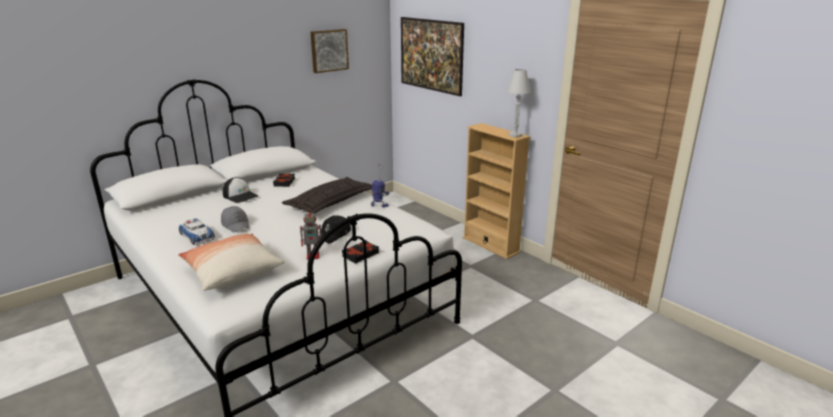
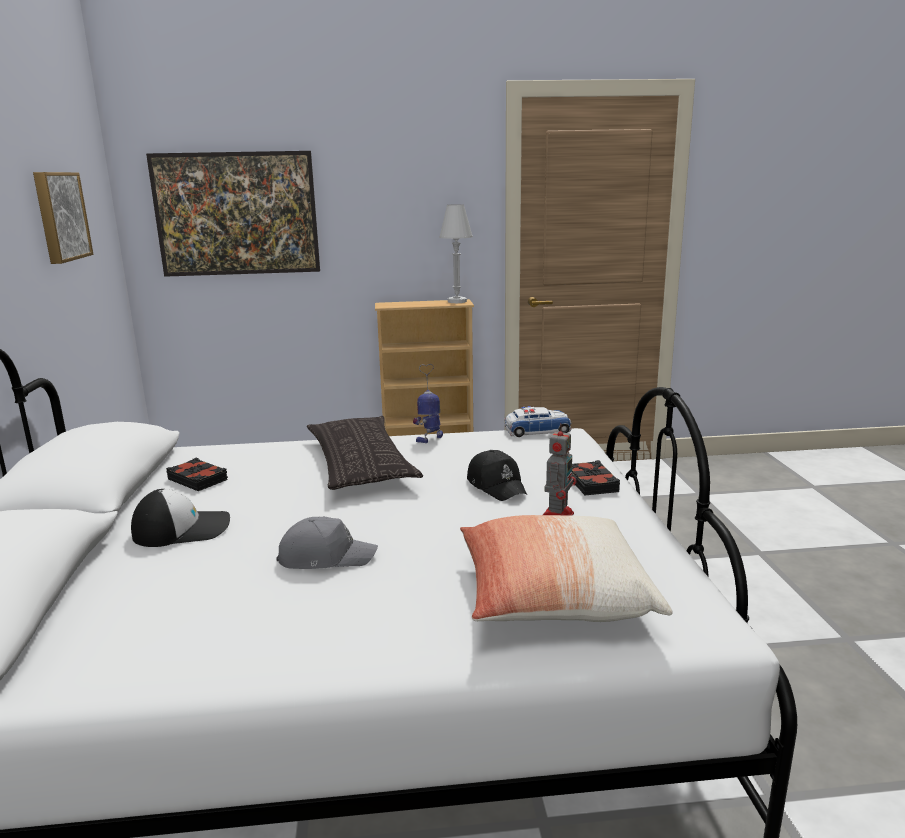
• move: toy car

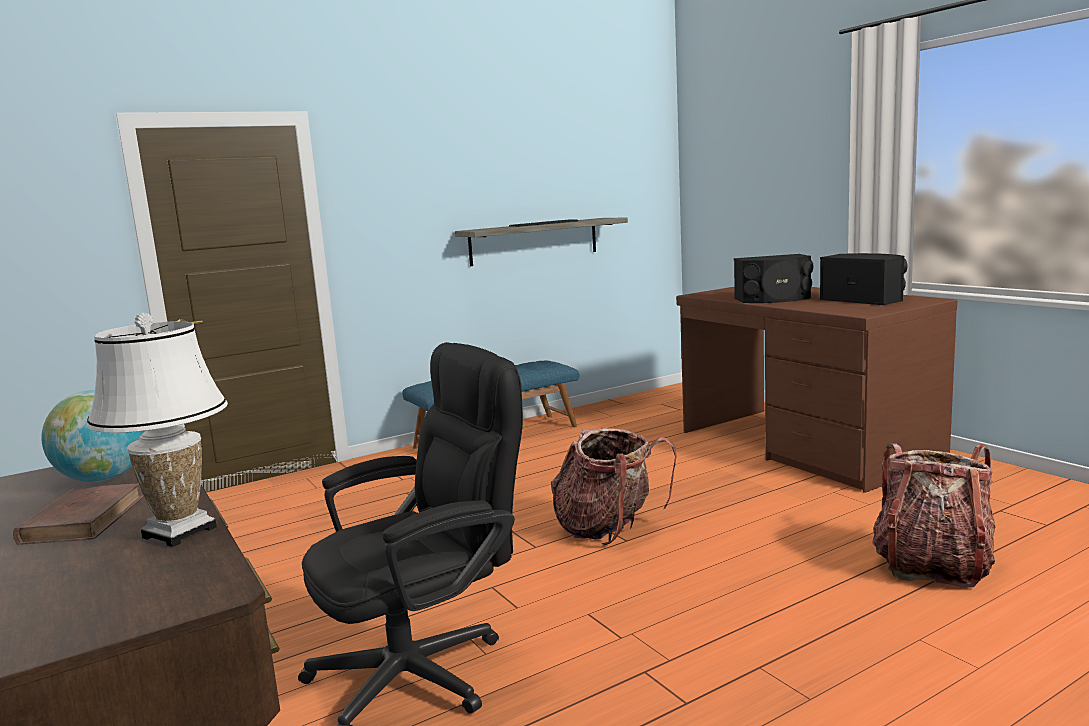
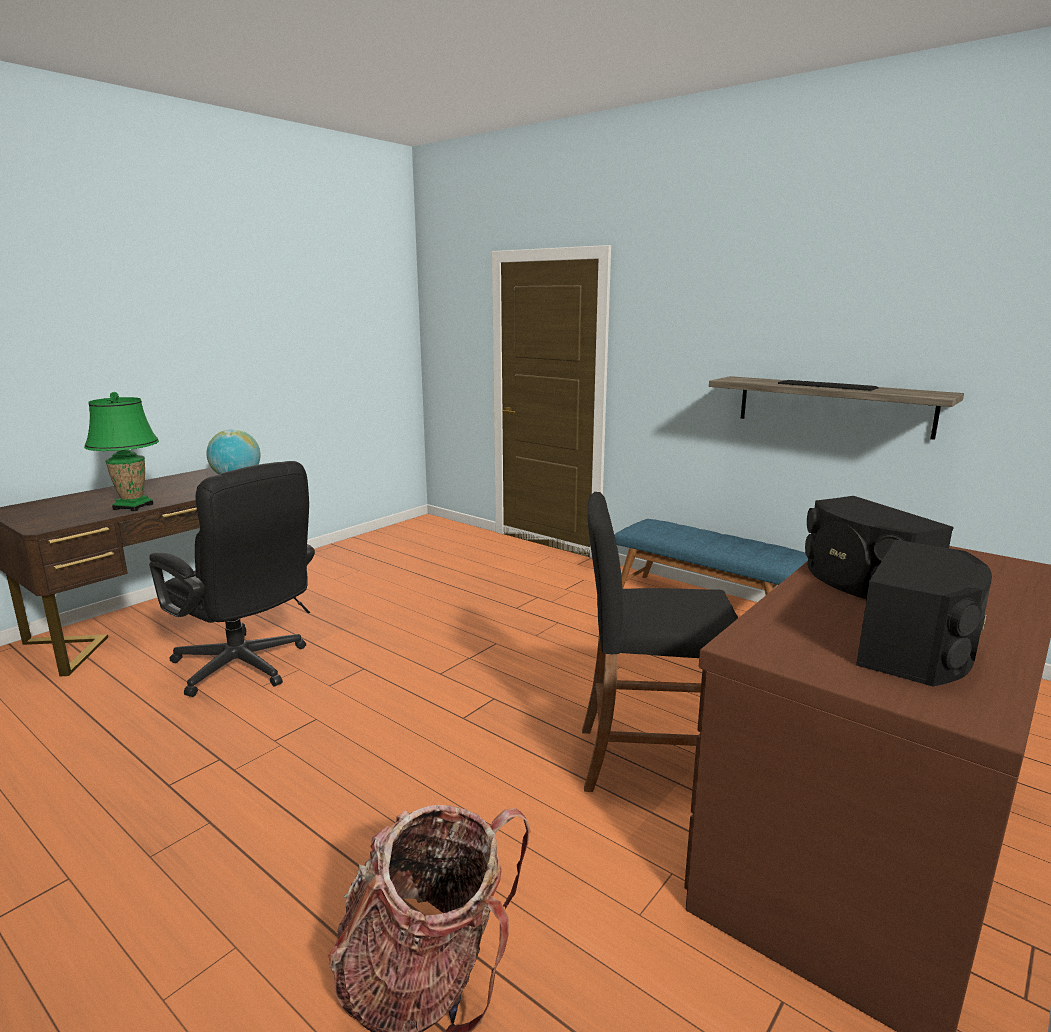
• recolor: whitish table lamp to green-coloured table lamp
• delete: backpack (1st from left)
• delete: brown-coloured book
• insert: blackish sitting stool

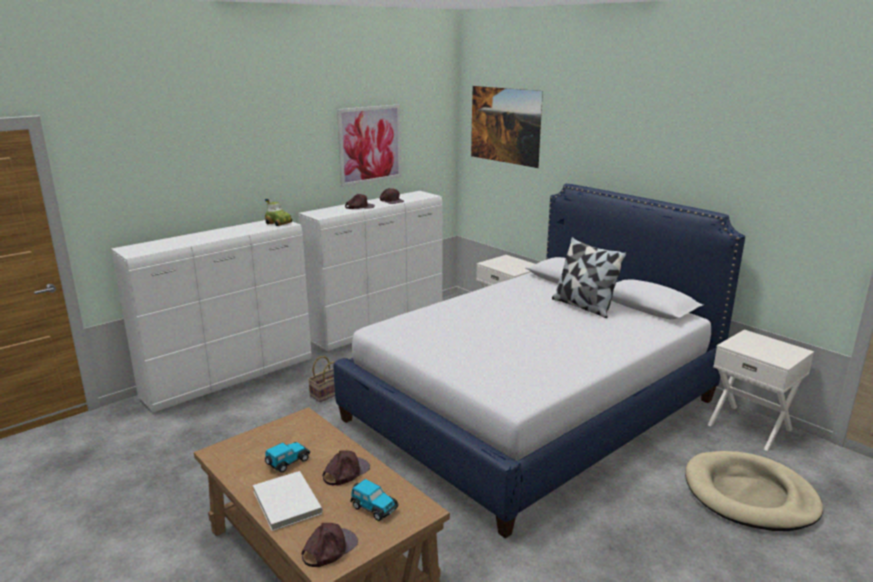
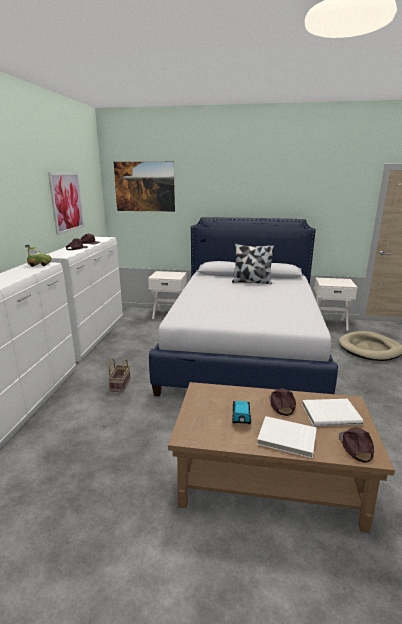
• replace: toy car (3rd from left) to whitish book (2nd from left)

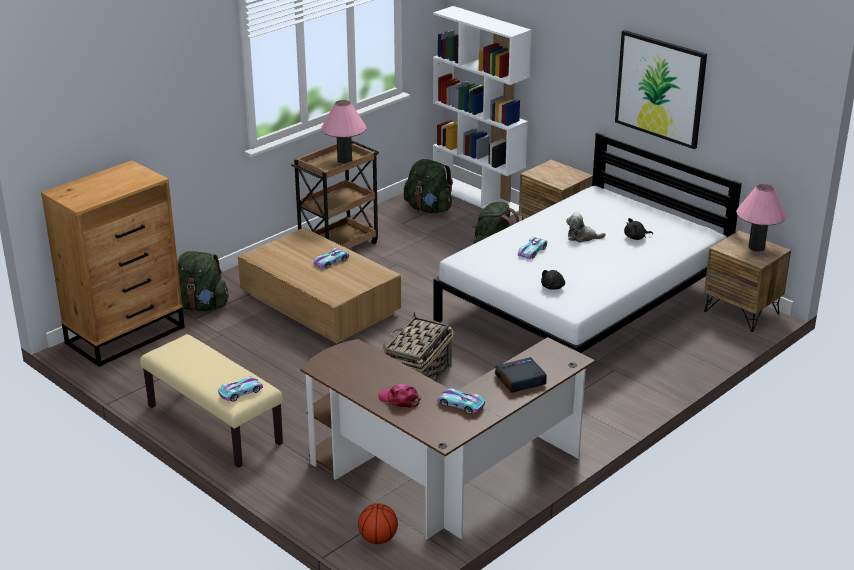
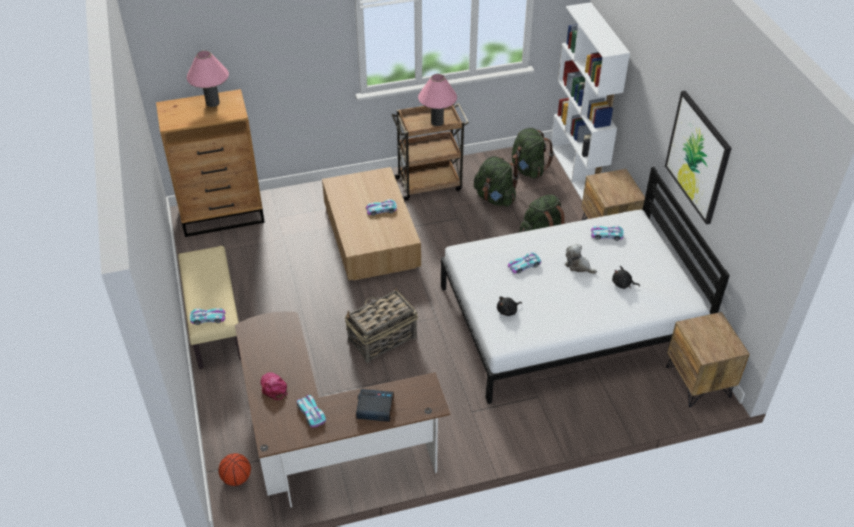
• move: pinkish table lamp (2nd from left in the first image) to pinkish table lamp (1st from left)
• move: green-coloured backpack (1st from left)
• insert: toy car (5th from left)

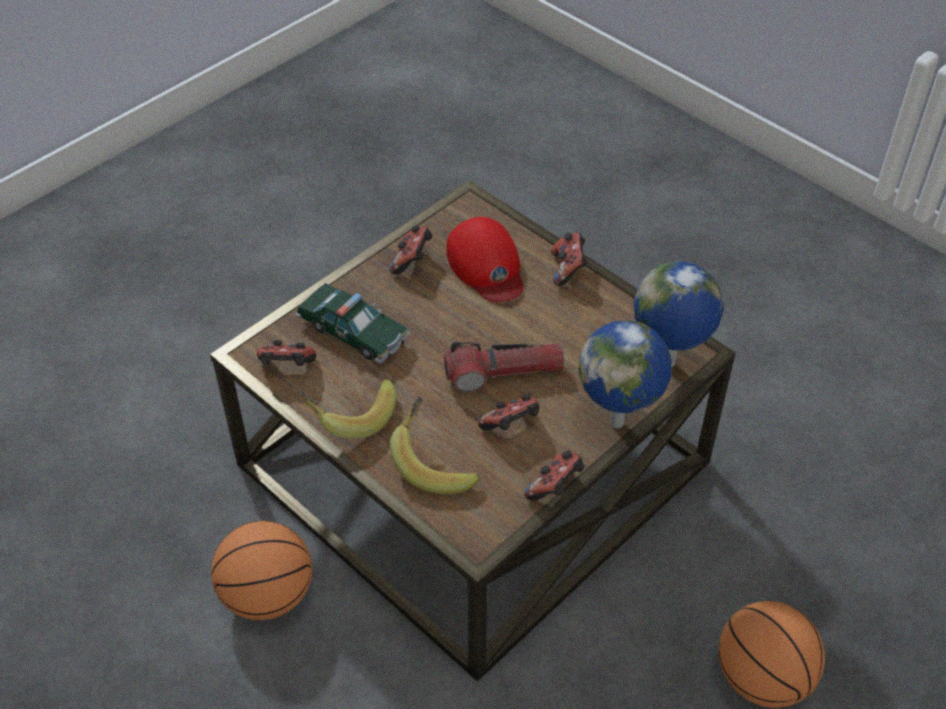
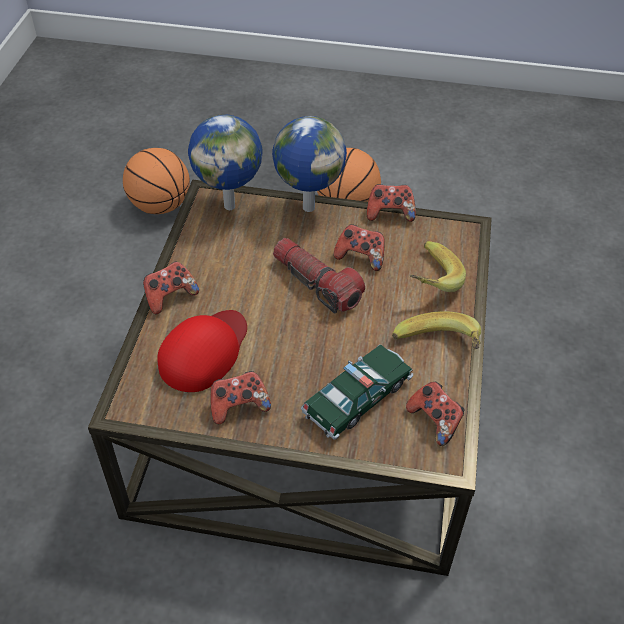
• rotate: toy car 45 degrees clockwise
• move: basketball (1st from left)

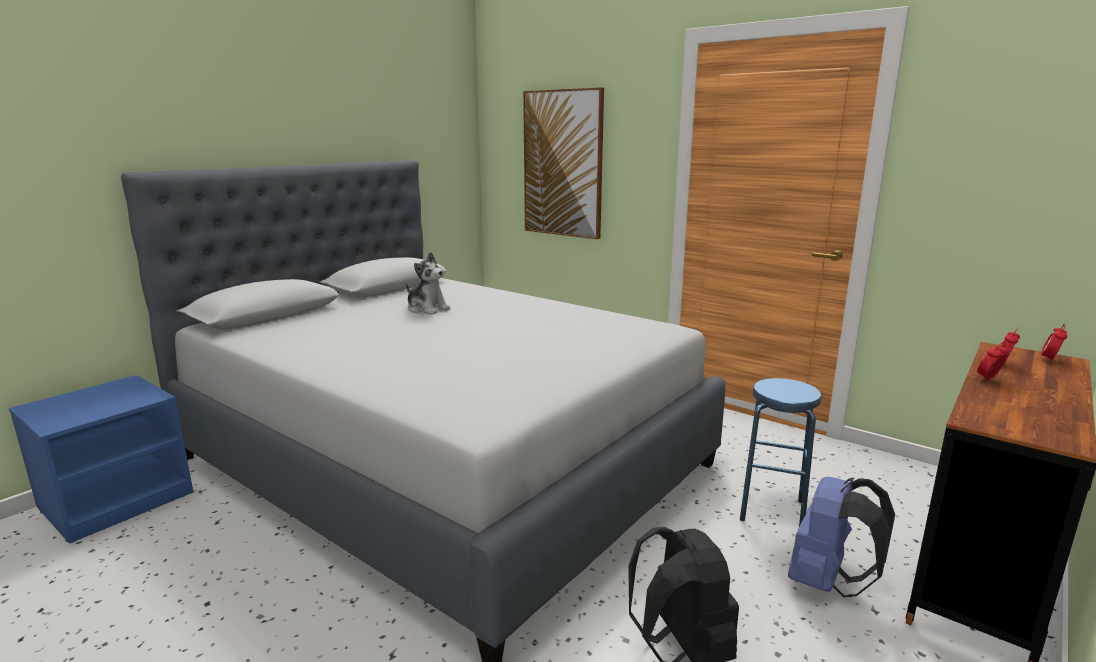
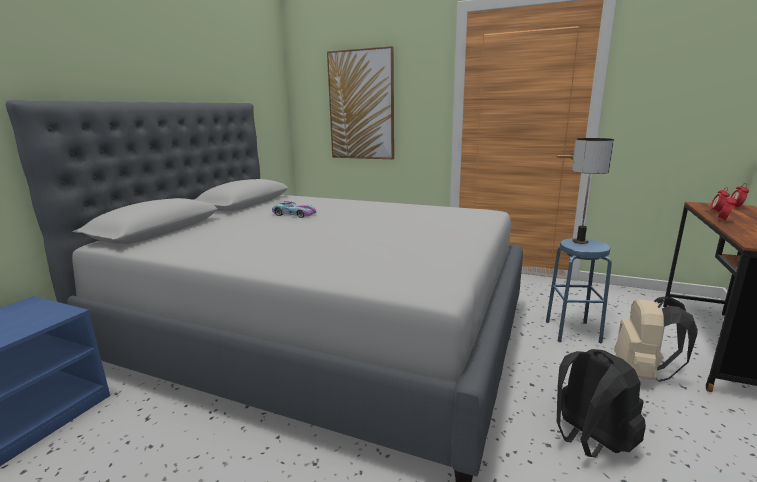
• replace: cuddly toy to toy car
• recolor: blue-coloured backpack to beige-coloured backpack
• insert: table lamp

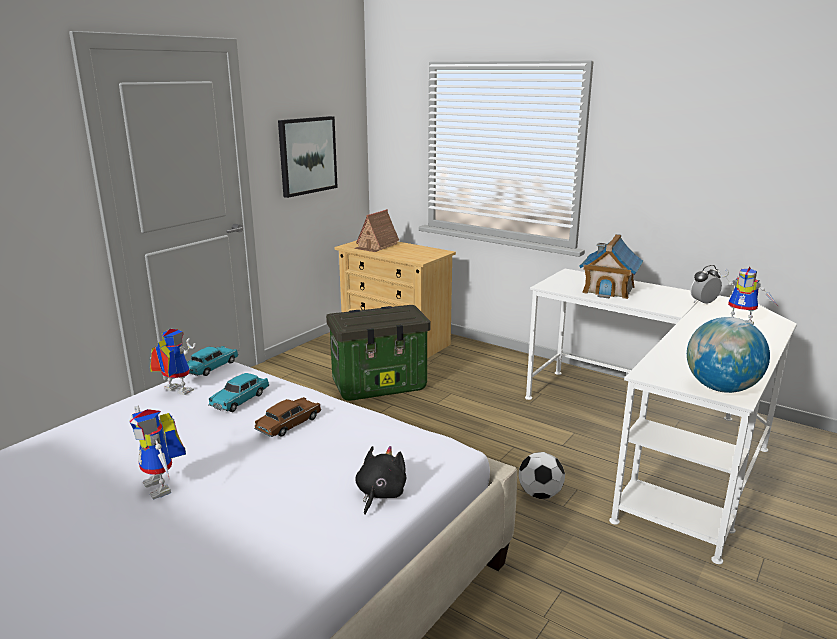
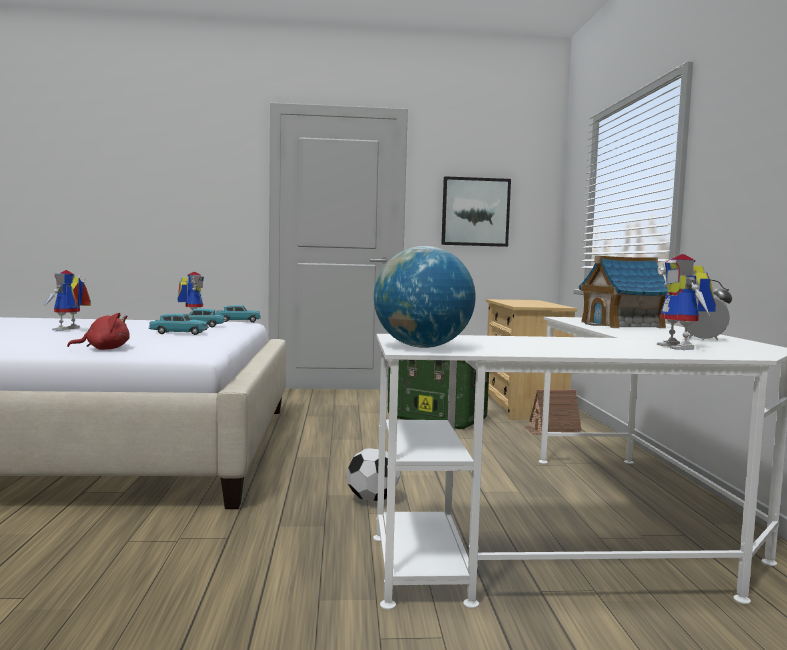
• move: miniature house (1st from left)
• recolor: brown-coloured toy car to turquoise-coloured toy car (1st from left)
• recolor: blackish cuddly toy to red-coloured cuddly toy

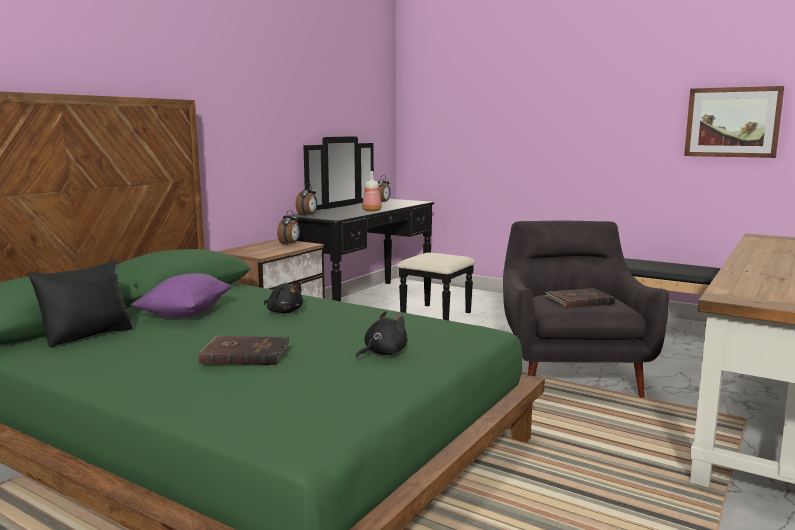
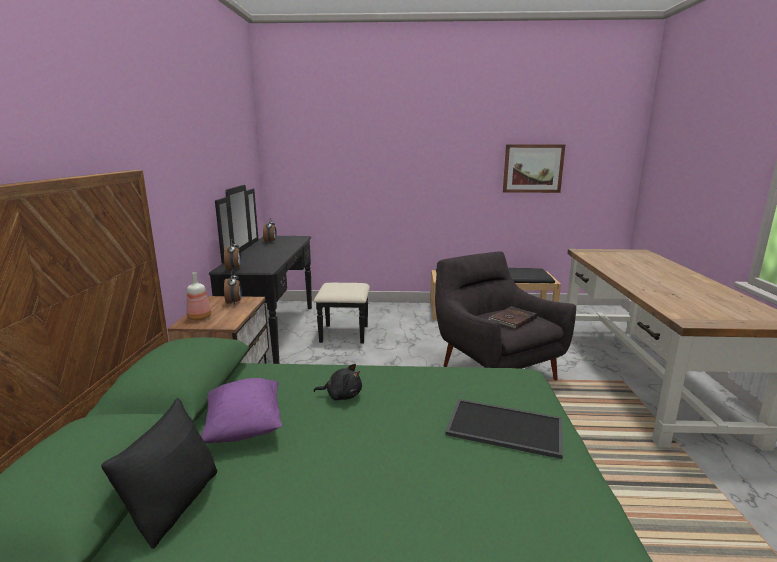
• move: drink bottle
• replace: blackish cuddly toy (2nd from left) to tray
• delete: brown-coloured book (1st from left)

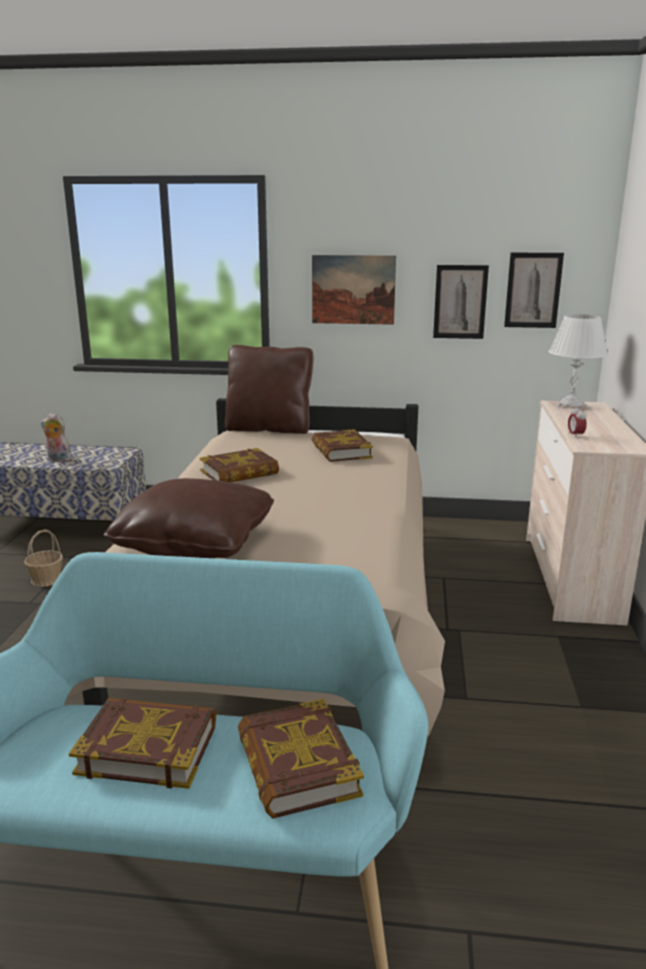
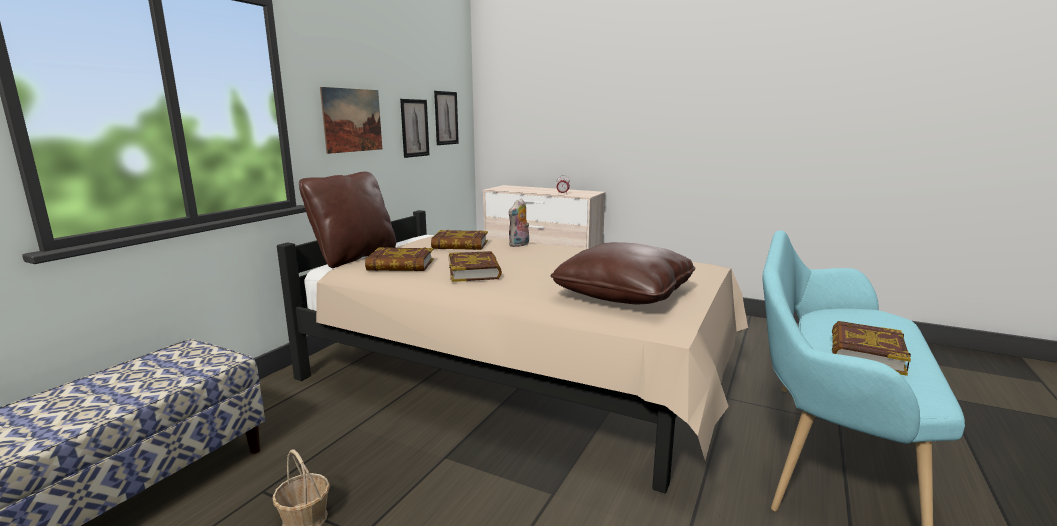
• delete: whitish table lamp
• move: cuddly toy
• move: book (3rd from left in the first image) to book (1st from left)

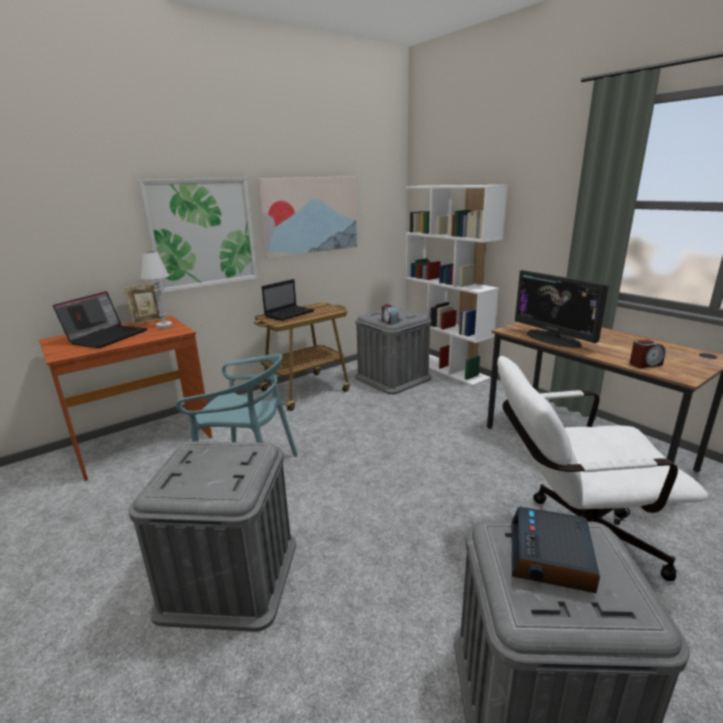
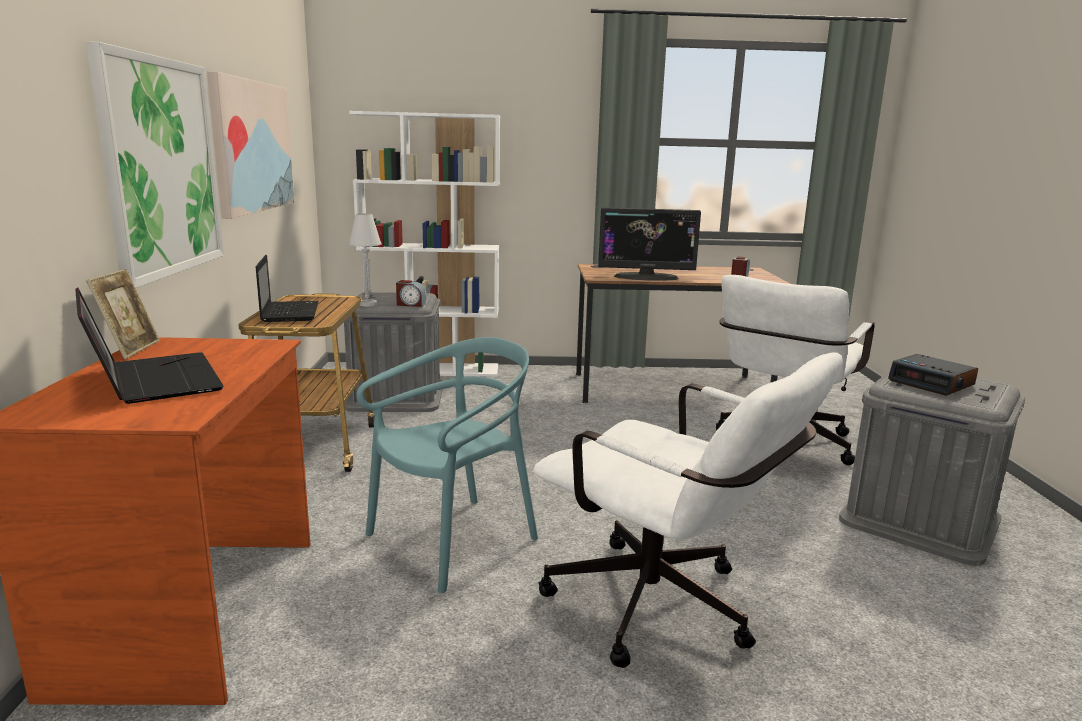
• move: whitish table lamp
• replace: gray storage bin (1st from left) to whitish computer chair (1st from left)

